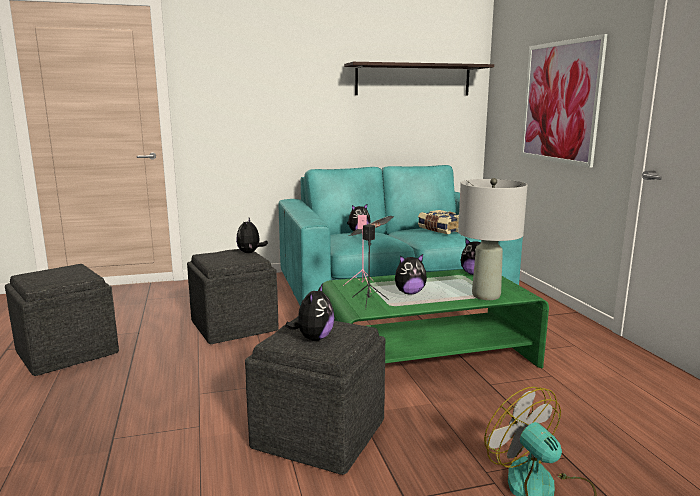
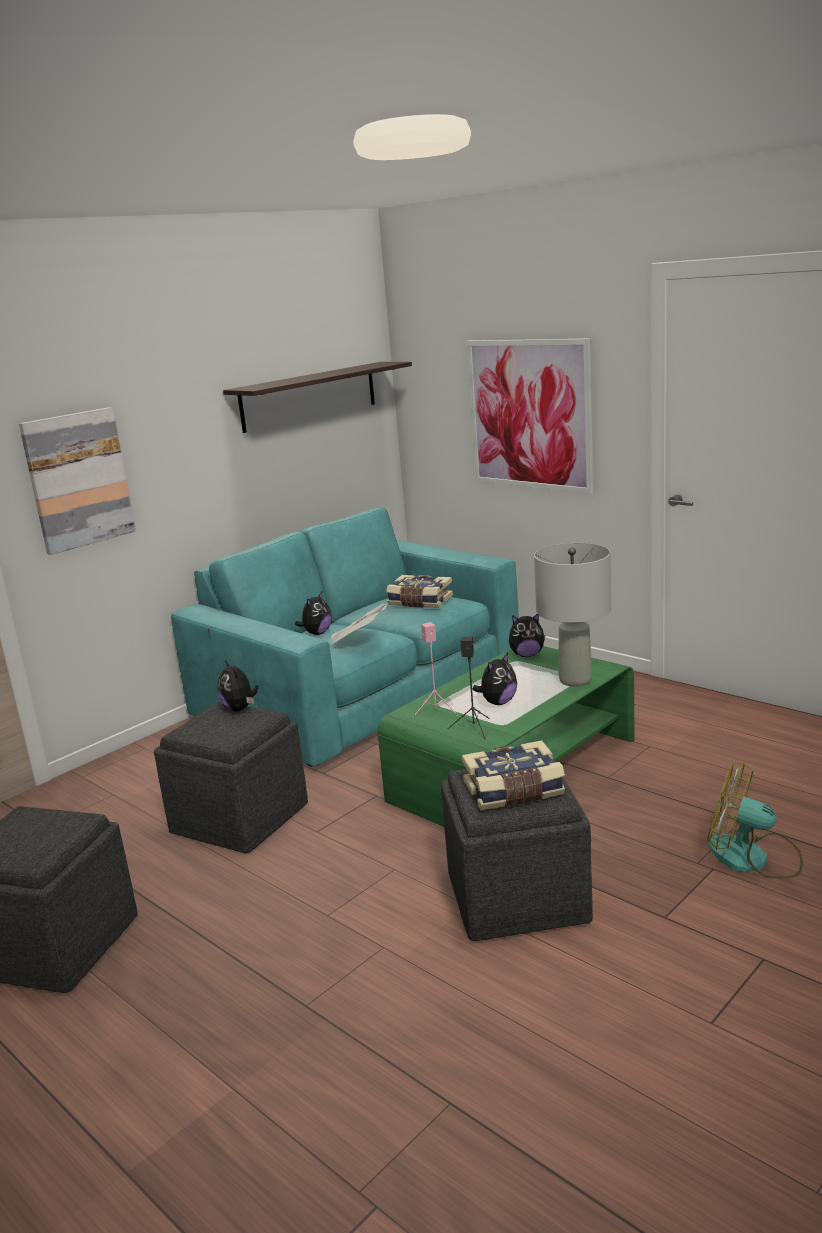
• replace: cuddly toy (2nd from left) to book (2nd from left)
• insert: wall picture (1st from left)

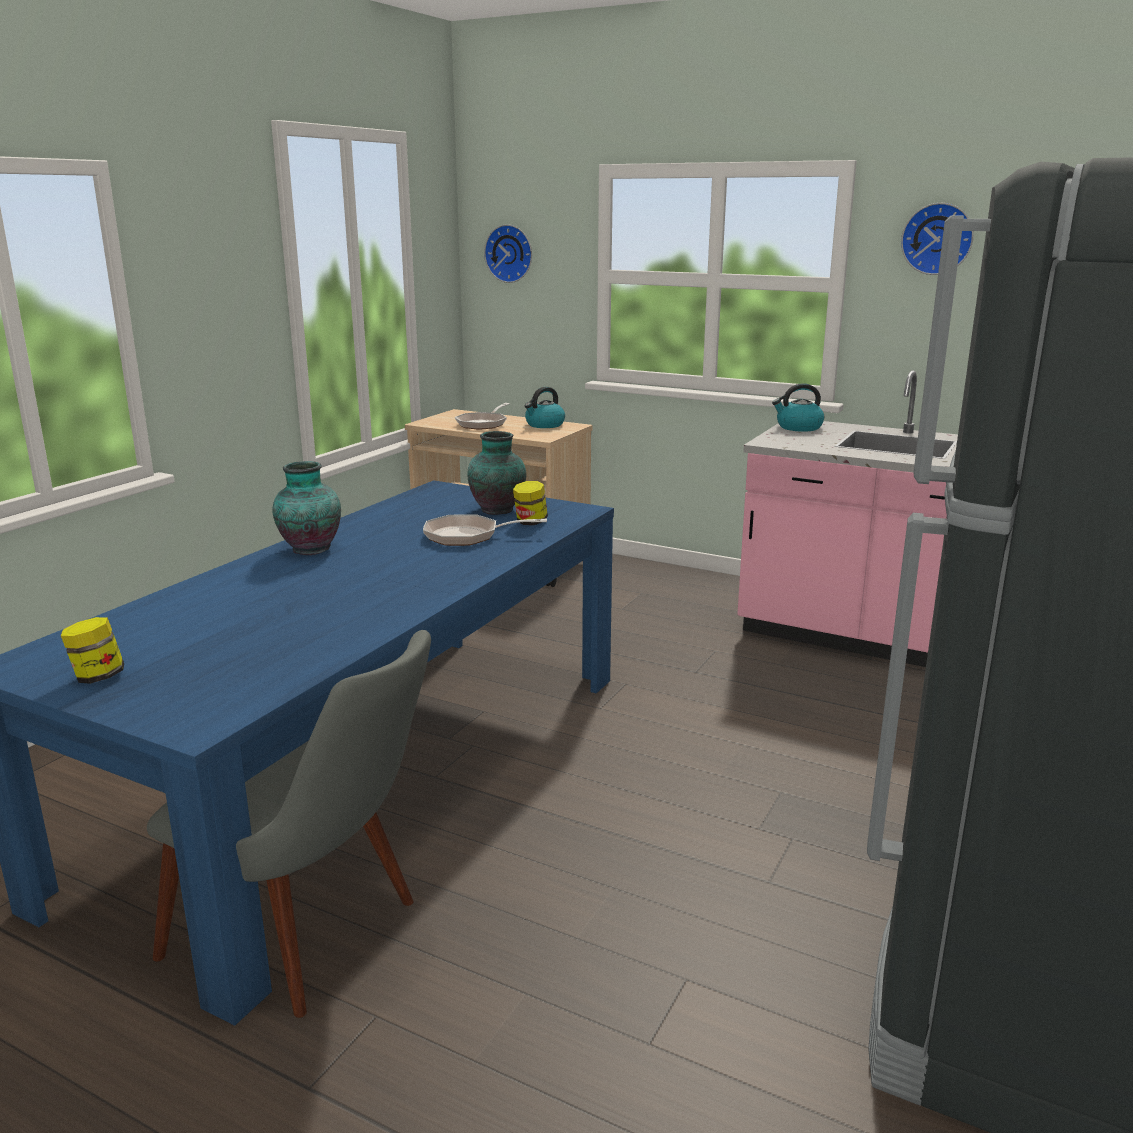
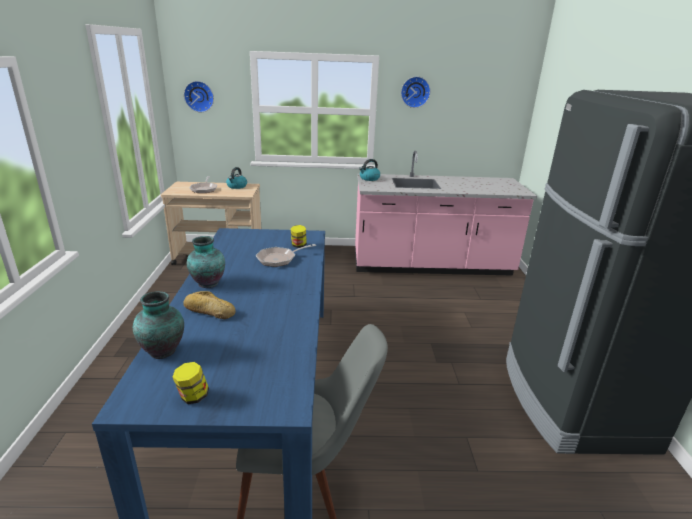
• move: vase (2nd from left in the first image) to vase (1st from left)
• insert: bakery bread

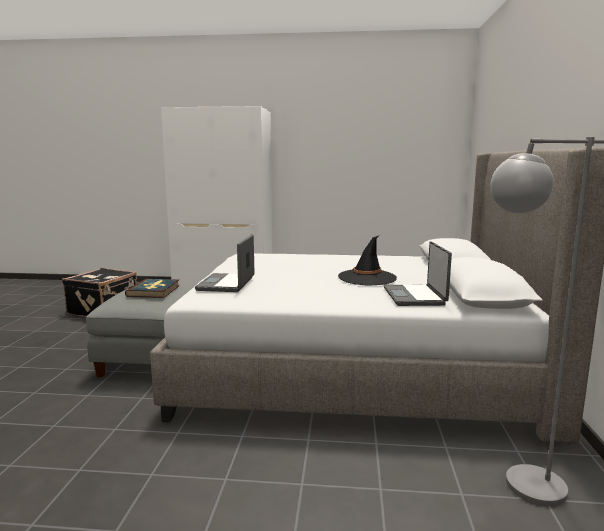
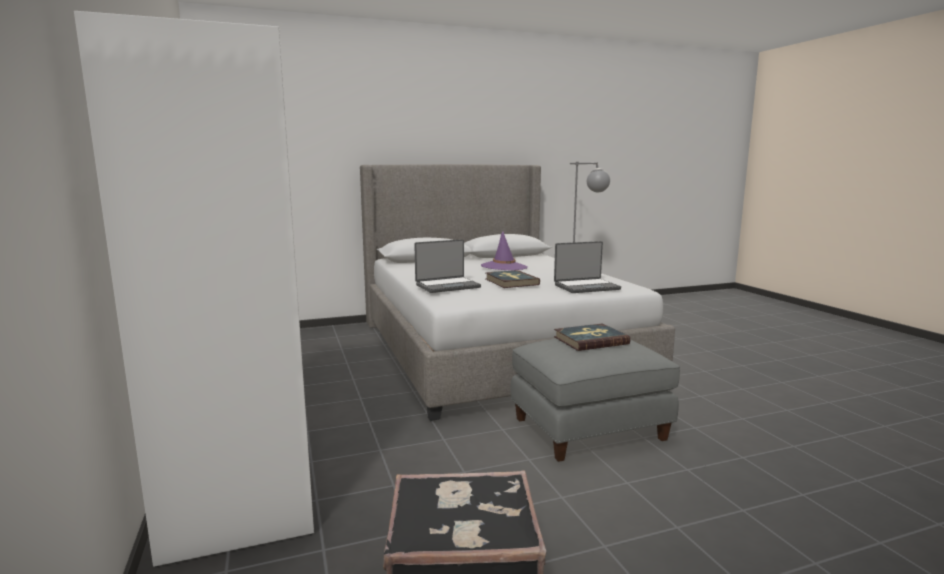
• recolor: blackish clothing hat to purplish clothing hat
• move: notebook computer (2nd from left in the first image) to notebook computer (1st from left)
• insert: book (1st from left)

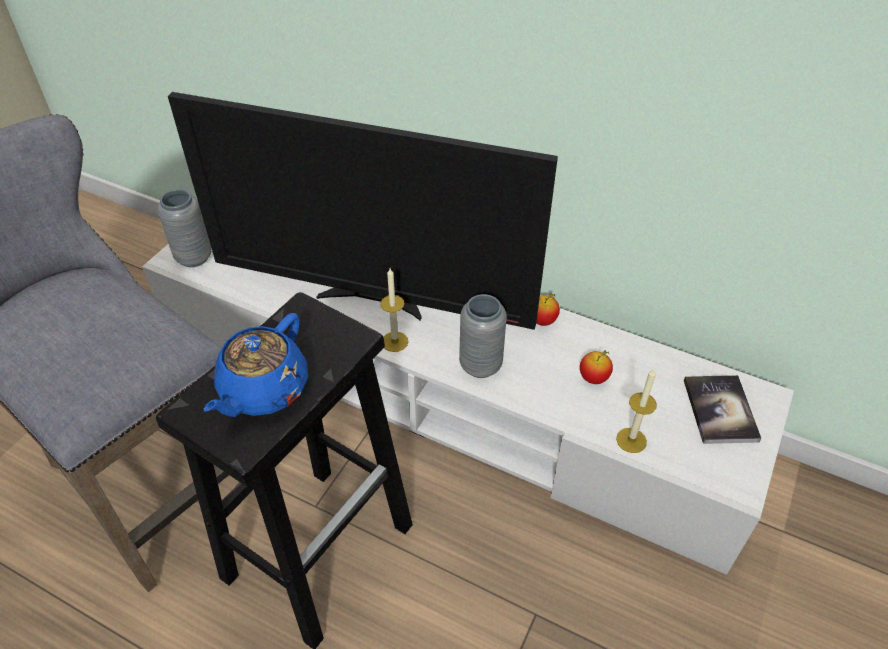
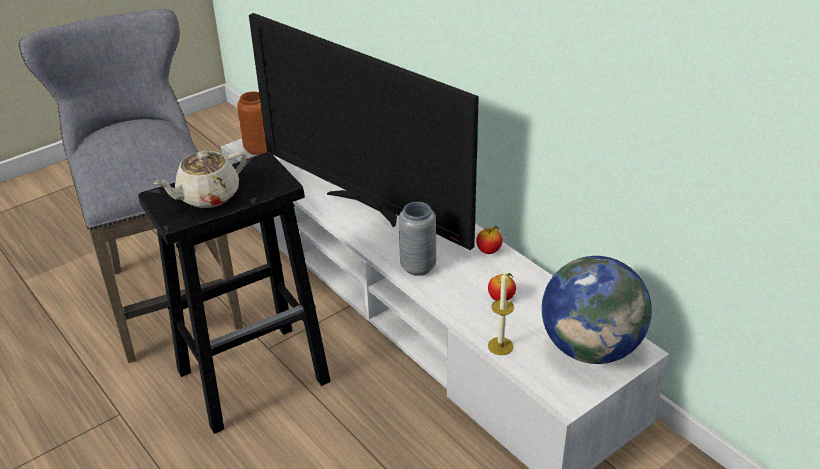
• recolor: gray vase (1st from left) to orange vase
• delete: wax light (1st from left)
• recolor: blue-coloured tea pot to beige-coloured tea pot
• replace: book to desk globe

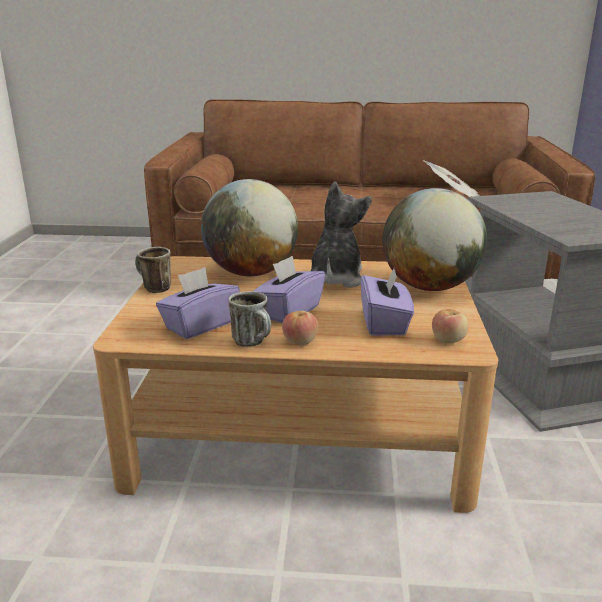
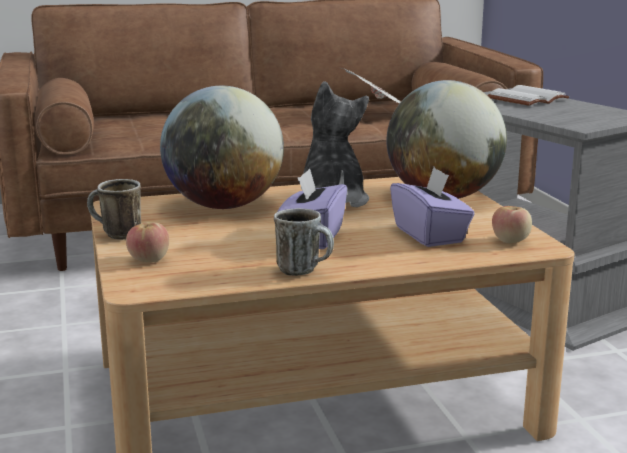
• delete: purplish box of tissues (1st from left)
• move: apple (1st from left)
• insert: whitish book

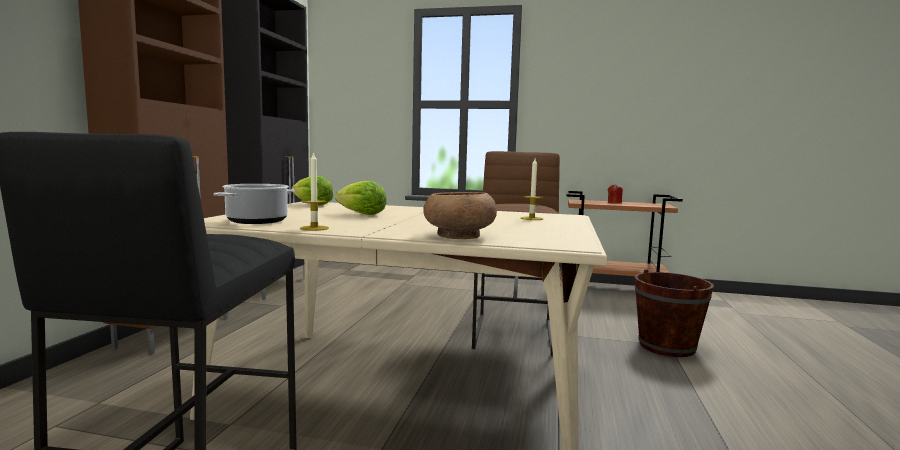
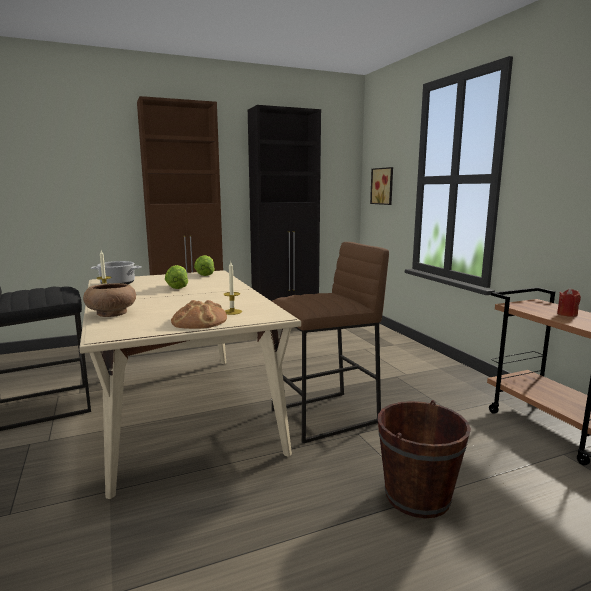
• insert: wall picture
• insert: bakery bread

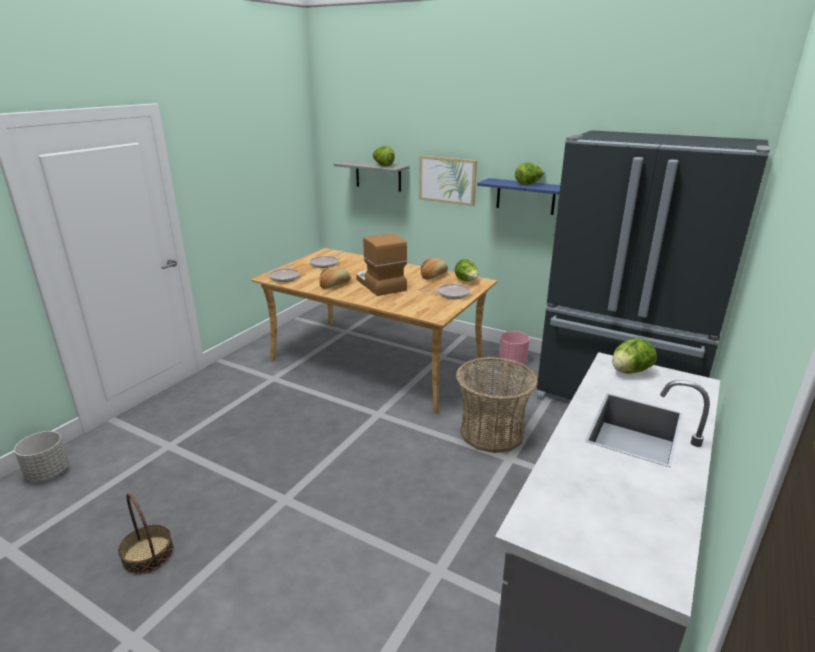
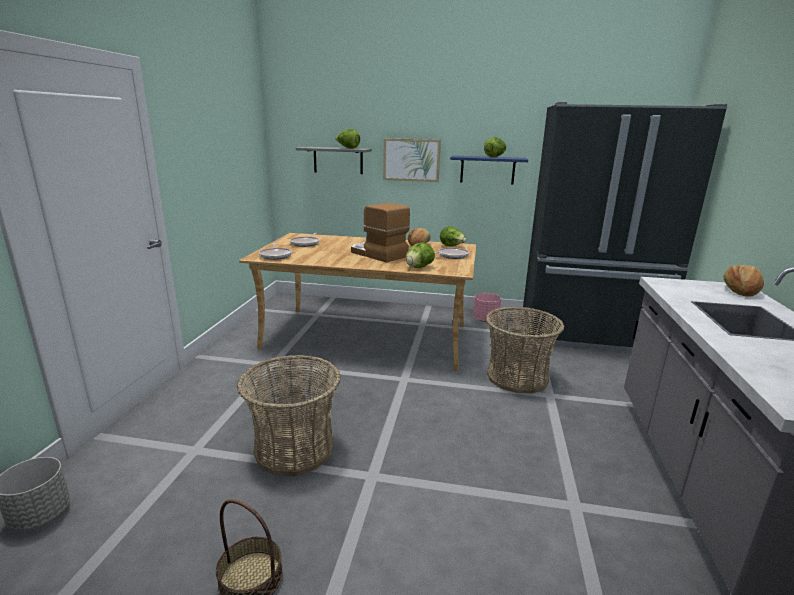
• move: bakery bread (1st from left in the first image) to bakery bread (2nd from left)
• move: lettuce (4th from left in the first image) to lettuce (2nd from left)
• insert: storage basket (2nd from left)

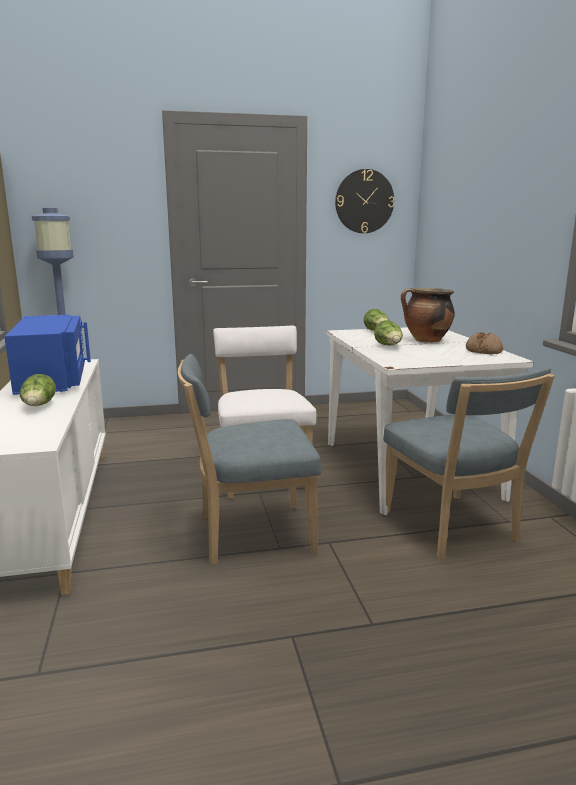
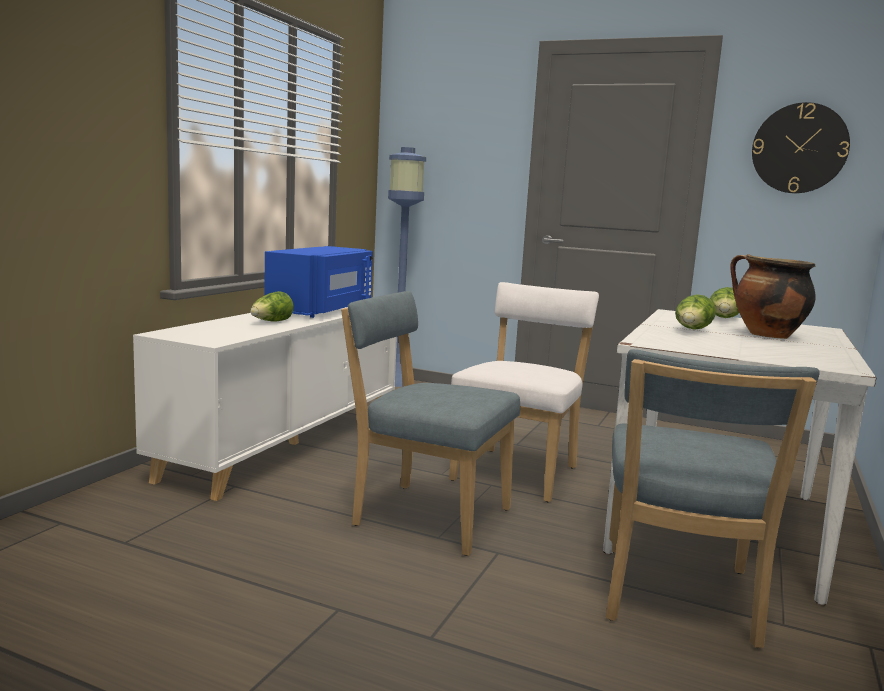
• delete: bakery bread

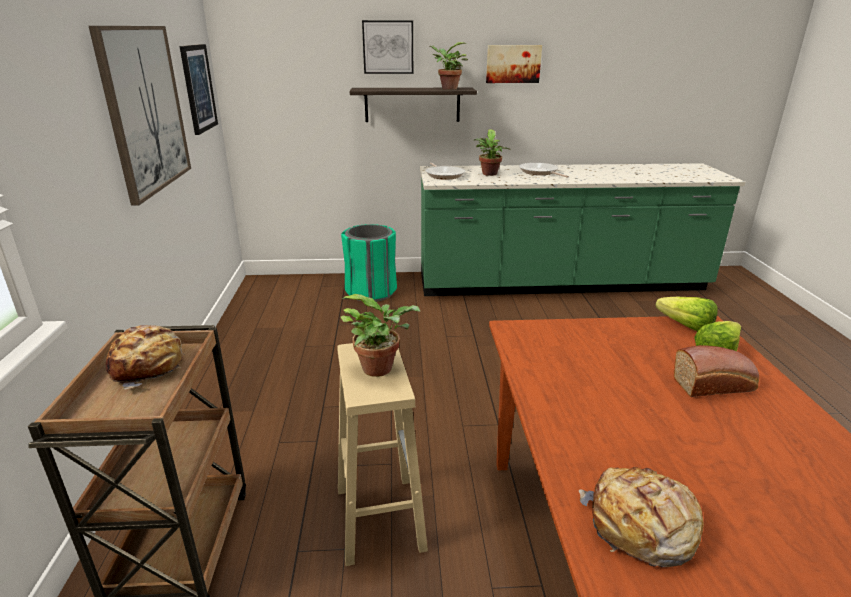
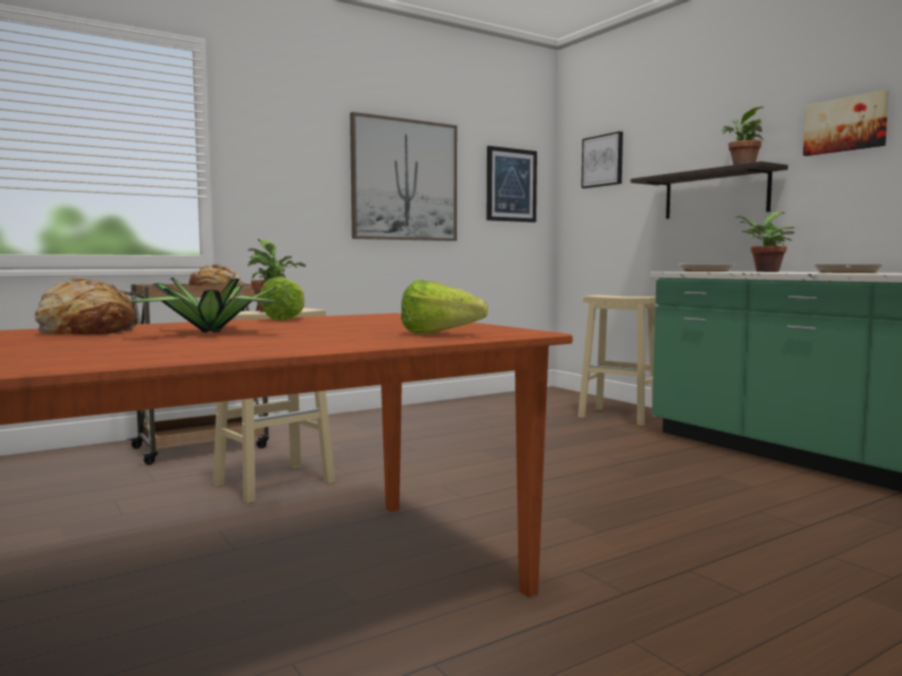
• move: wall picture (3rd from left)
• replace: green-coloured waste bin to beige-coloured sitting stool (2nd from left)
• move: lettuce (1st from left)
• delete: bakery bread (3rd from left)
• insert: potted plant (1st from left)

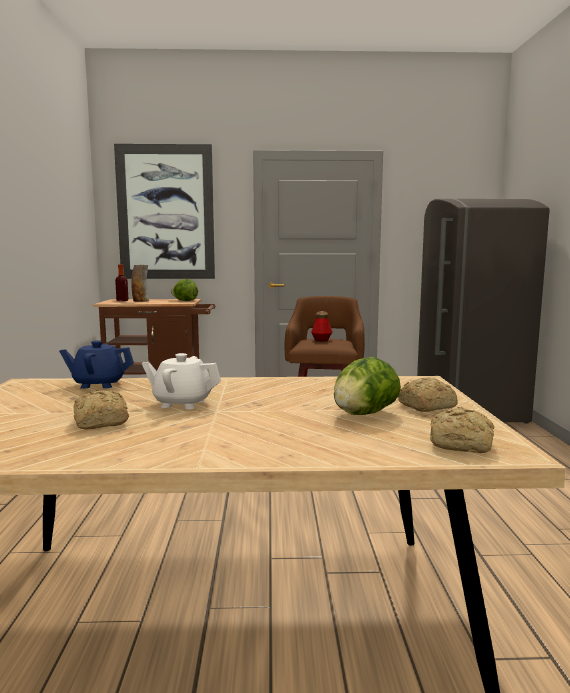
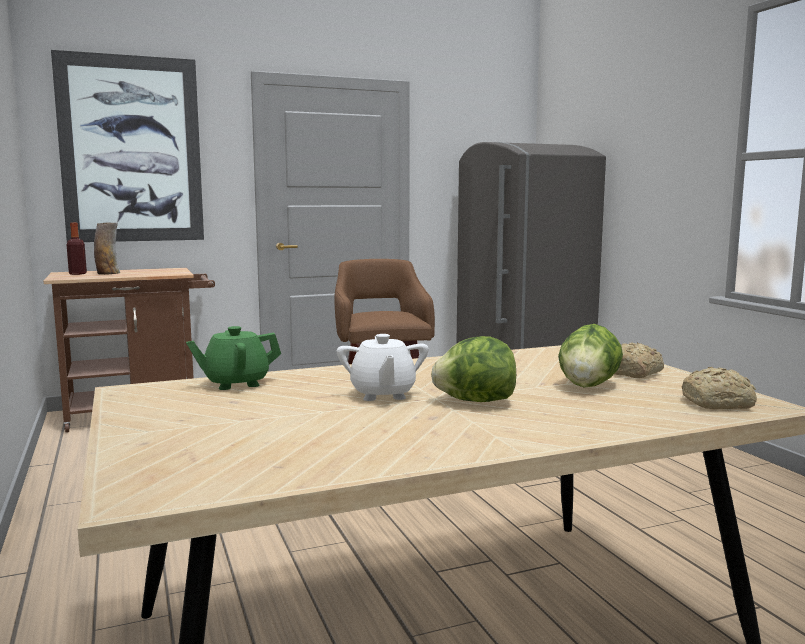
• move: lettuce (1st from left)
• delete: drink bottle (2nd from left)
• recolor: blue-coloured tea pot to green-coloured tea pot
• rotate: whitish tea pot 90 degrees counterclockwise
• delete: bakery bread (1st from left)

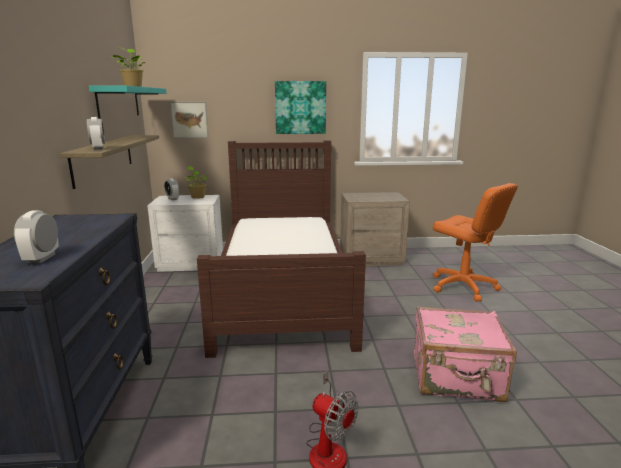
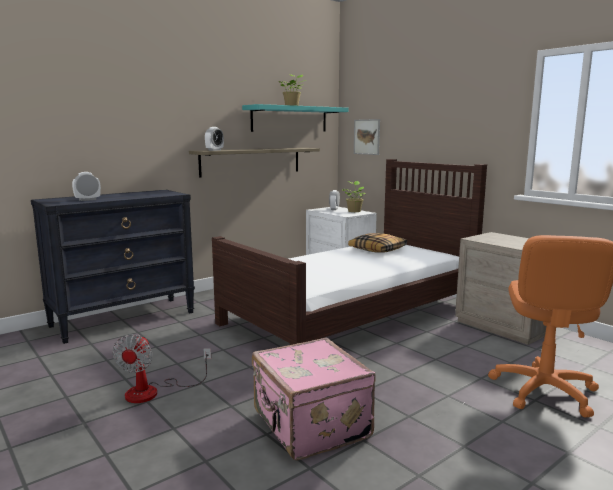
• delete: wall picture (2nd from left)
• insert: cushion

